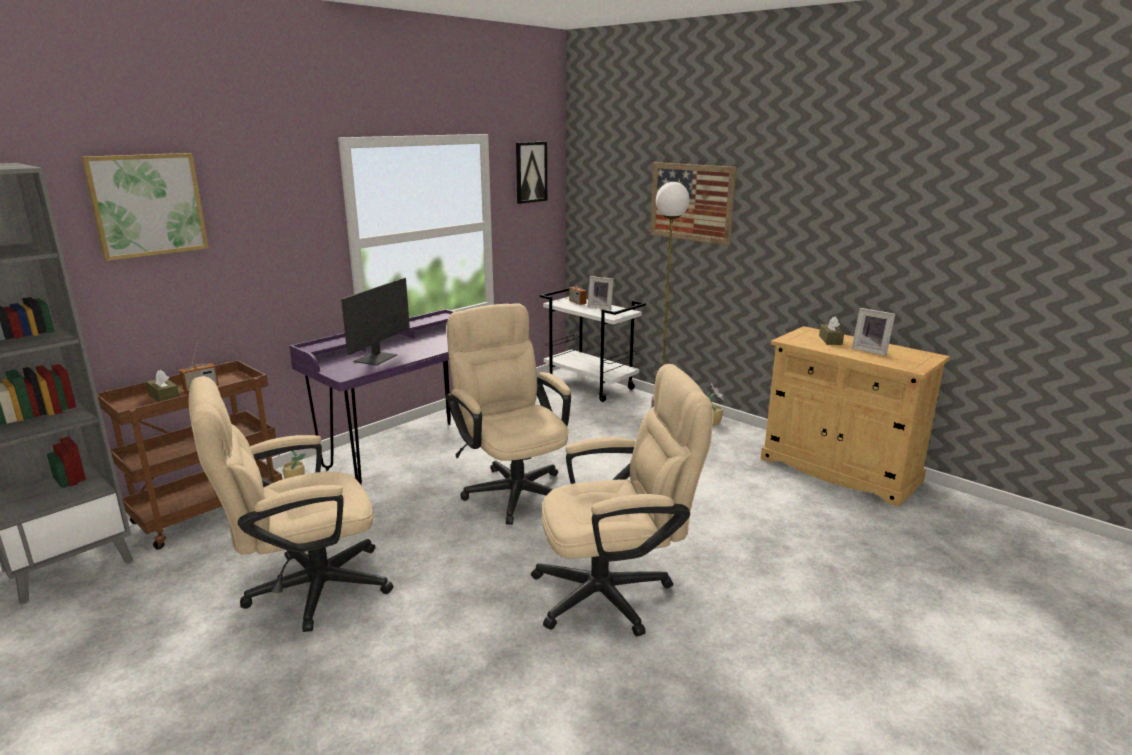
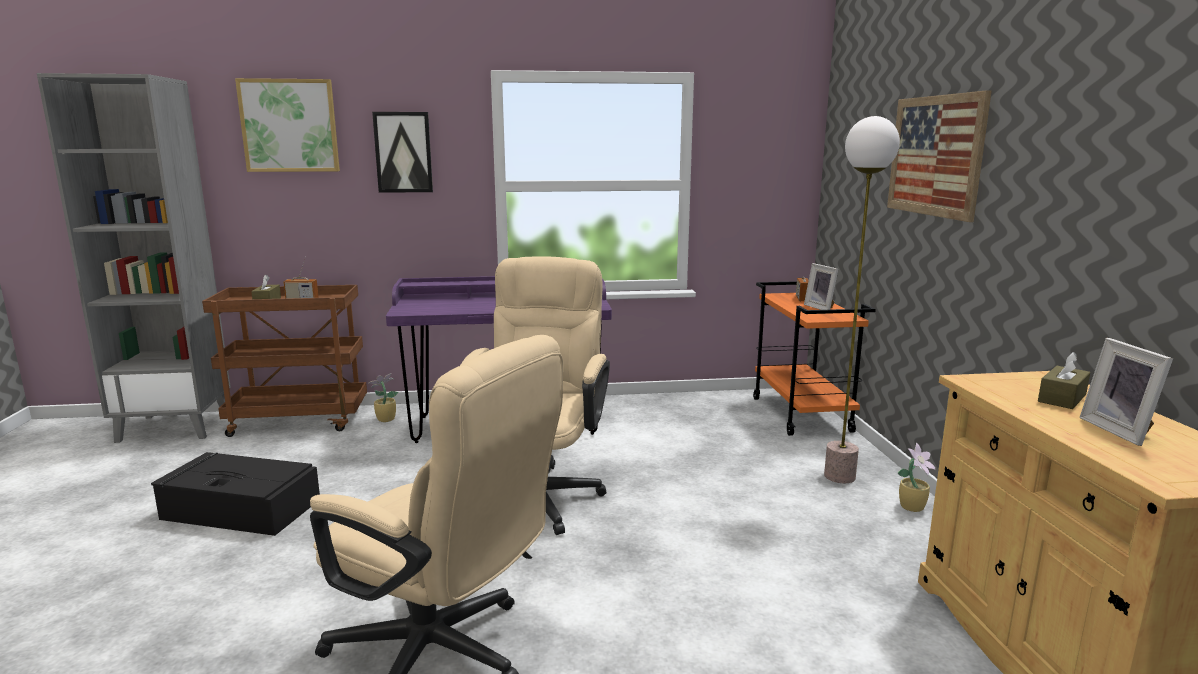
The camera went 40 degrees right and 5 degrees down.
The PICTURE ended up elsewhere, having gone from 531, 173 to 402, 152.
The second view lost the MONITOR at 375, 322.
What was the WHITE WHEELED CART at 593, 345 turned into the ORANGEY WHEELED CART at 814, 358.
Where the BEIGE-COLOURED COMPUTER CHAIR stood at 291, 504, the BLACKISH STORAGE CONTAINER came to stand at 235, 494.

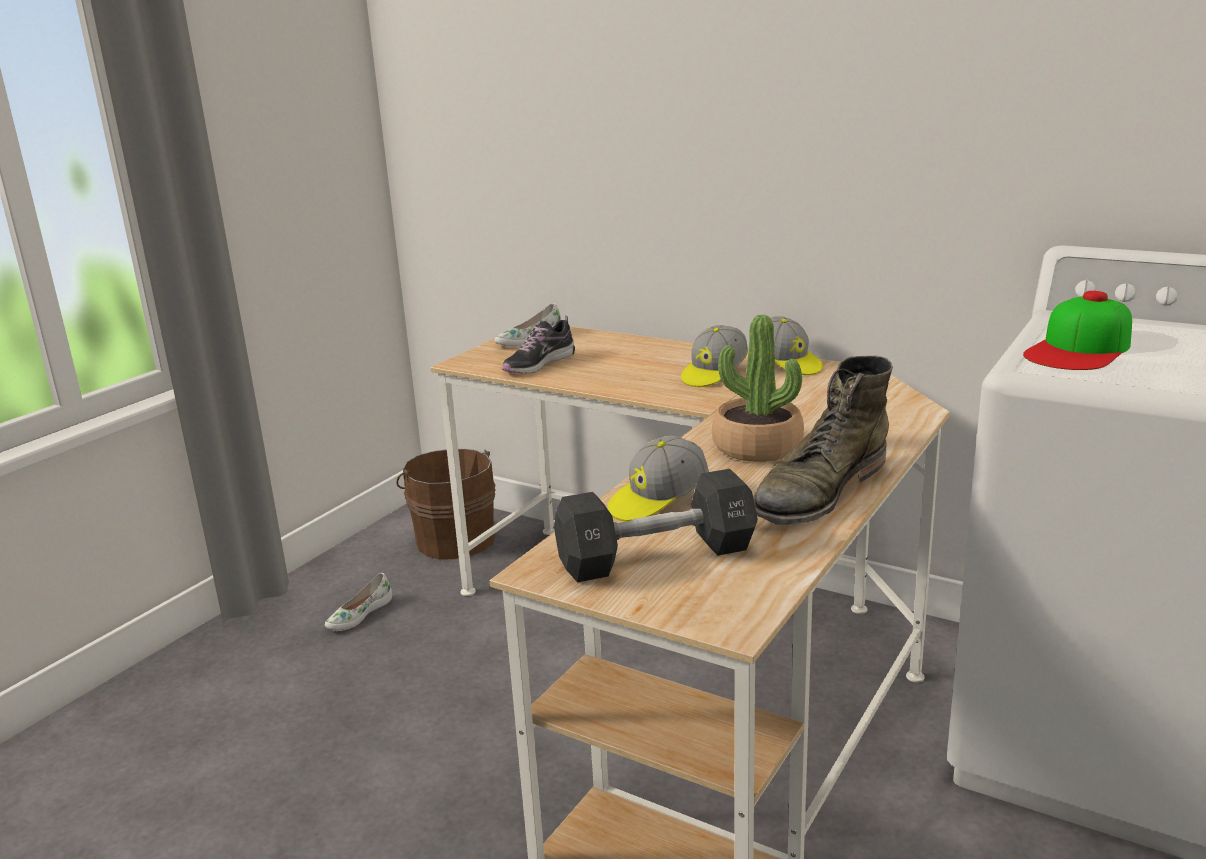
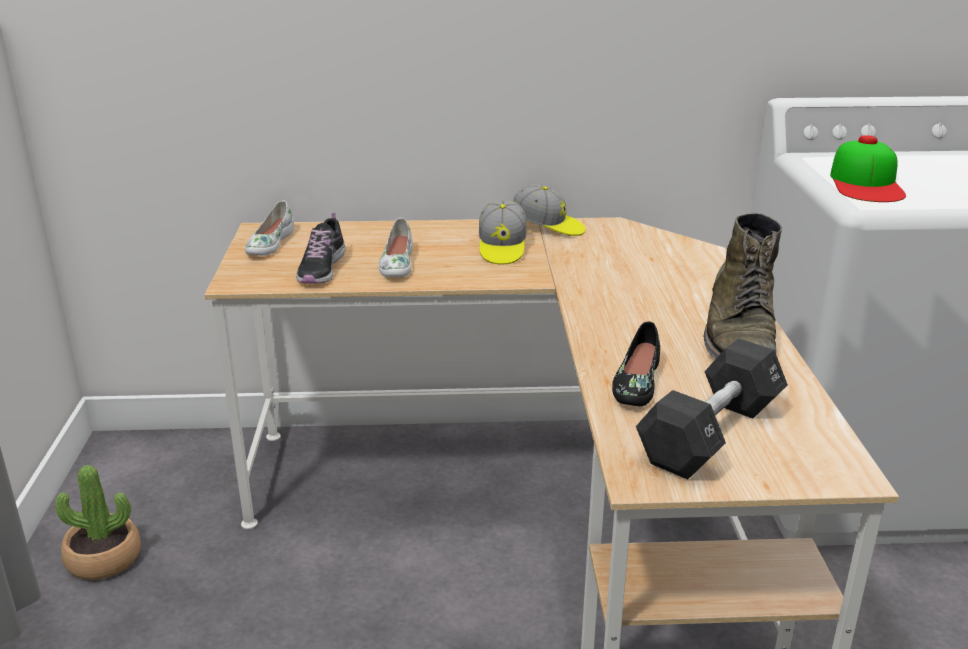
The camera went 35 degrees left and 5 degrees up.
The PLANT IN A POT ended up elsewhere, having gone from 758, 388 to 98, 522.
Where the CAP stood at 658, 479, the BLACKISH LOW SHOE came to stand at 636, 364.
The second view lost the BROWN-COLOURED BUCKET at 446, 504.
The WHITE LOW SHOE ended up elsewhere, having gone from 358, 602 to 396, 247.

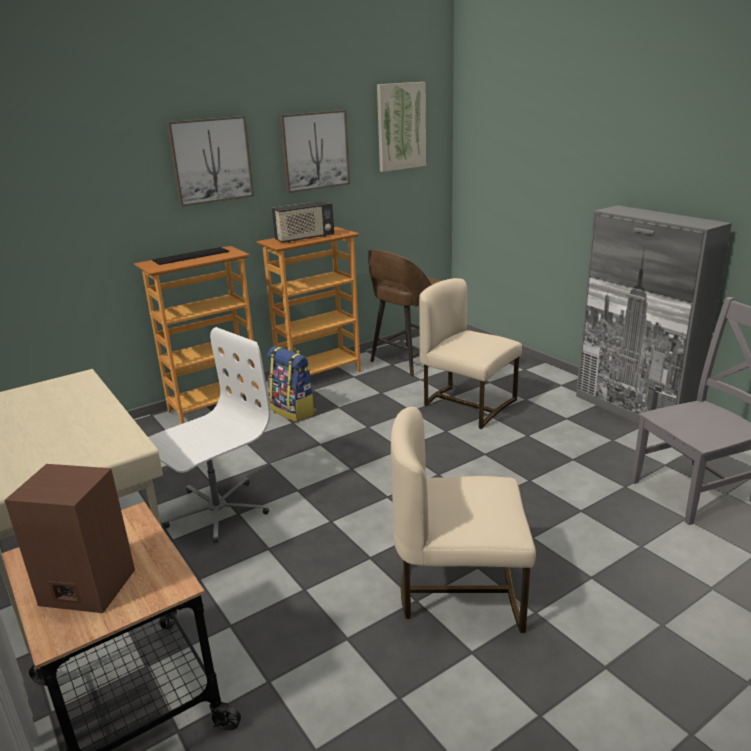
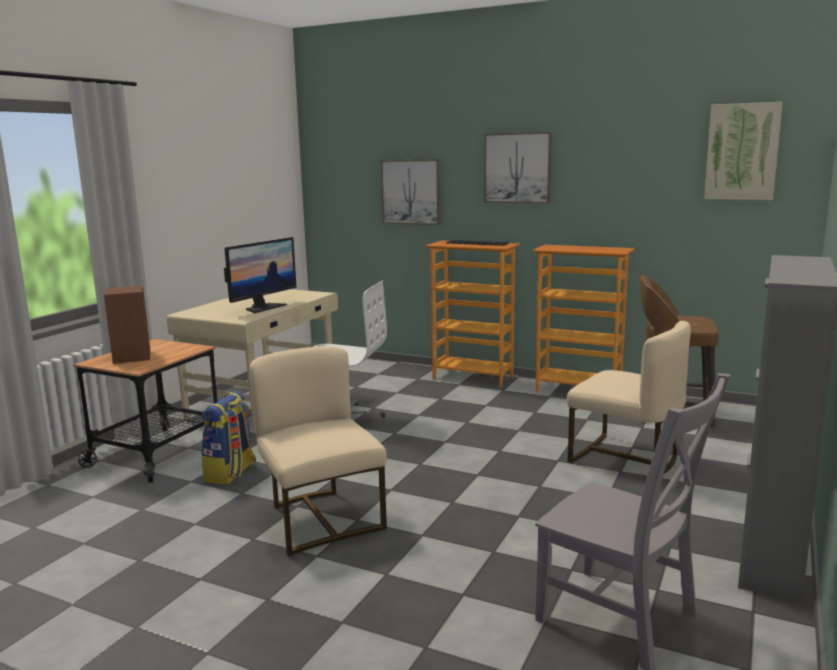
The camera went 60 degrees right and 10 degrees down.
The PICTURE ended up elsewhere, having gone from 314, 151 to 411, 192.
The second view lost the RADIO SET at 303, 222.
The BEIGE-COLOURED UPRIGHT CHAIR at 470, 353 ended up facing another way, 120 degrees clockwise from before.
The RUCKSACK ended up elsewhere, having gone from 292, 384 to 229, 438.
The second view gained the MONITOR at 260, 275.

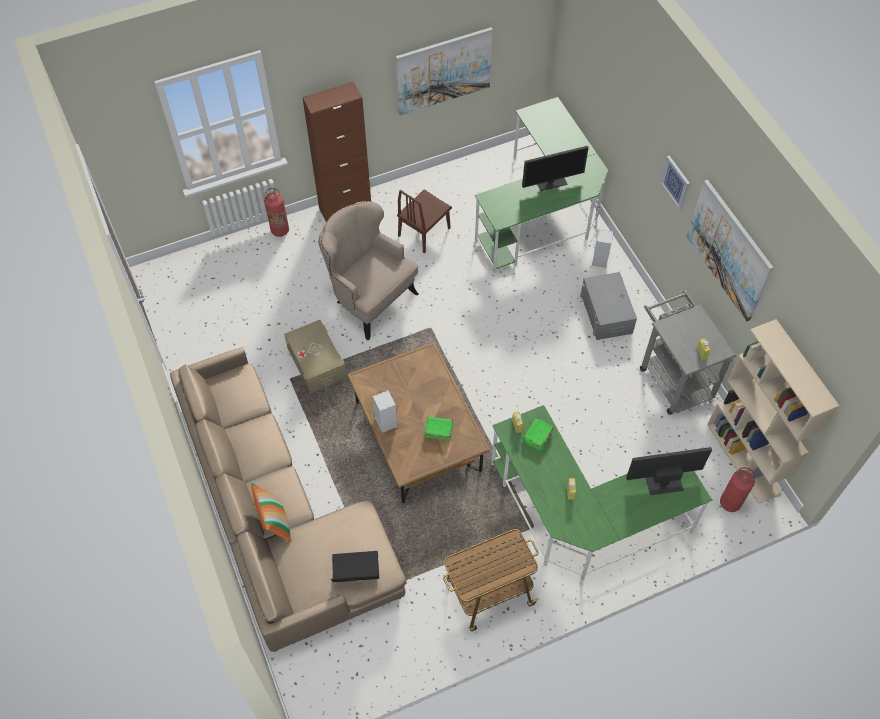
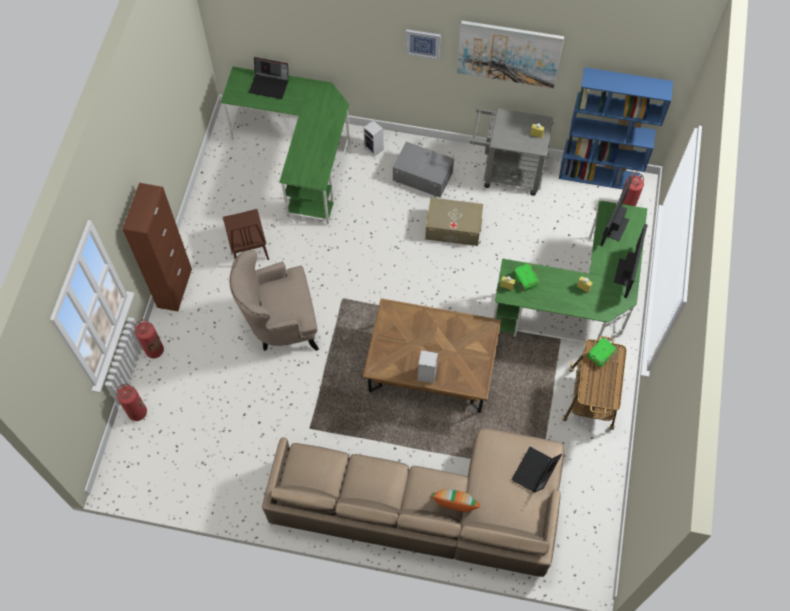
The camera went 55 degrees left and 5 degrees up.
The second view lost the PICTURE at 444, 71.
The MONITOR ended up elsewhere, having gone from 555, 168 to 631, 261.
What was the BEIGE-COLOURED SHELVING UNIT at 773, 411 turned into the BLUISH SHELVING UNIT at 616, 128.
The BEIGE-COLOURED STORAGE CONTAINER ended up elsewhere, having gone from 315, 356 to 454, 221.
The GREEN VOLUME ended up elsewhere, having gone from 438, 428 to 602, 352.
The second view gained the PORTABLE COMPUTER at 268, 78.
The second view gained the FIRE-FIGHTING CYLINDER at 132, 402.

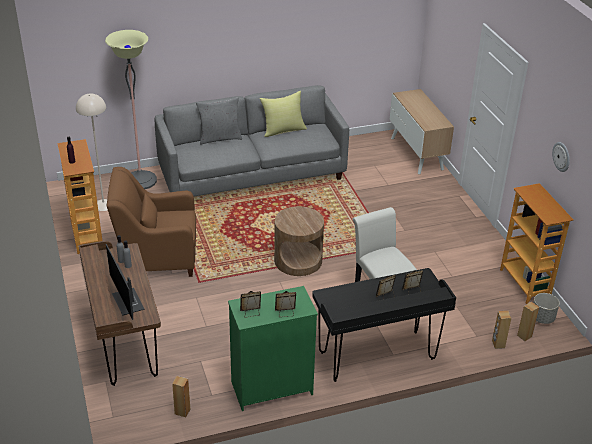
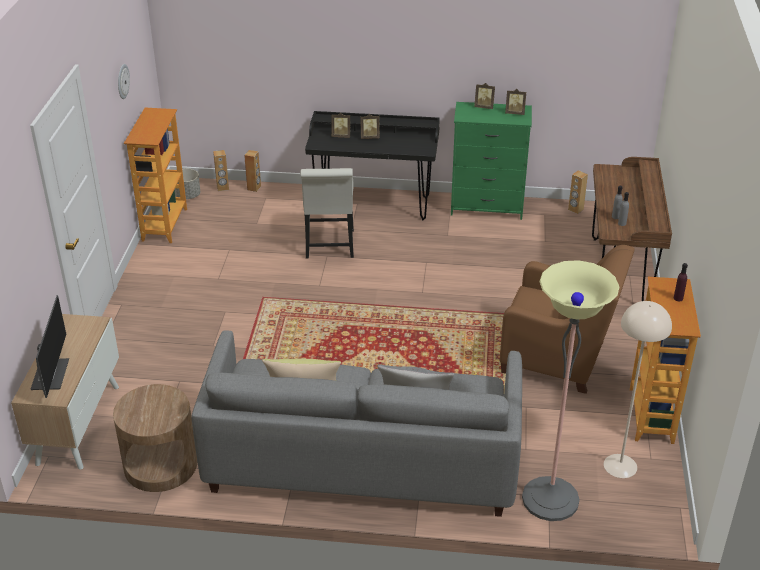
The camera went 155 degrees left and 0 degrees up.
The BROWN-COLOURED ACCENT TABLE ended up elsewhere, having gone from 299, 241 to 155, 438.
The MONITOR ended up elsewhere, having gone from 125, 282 to 49, 346.

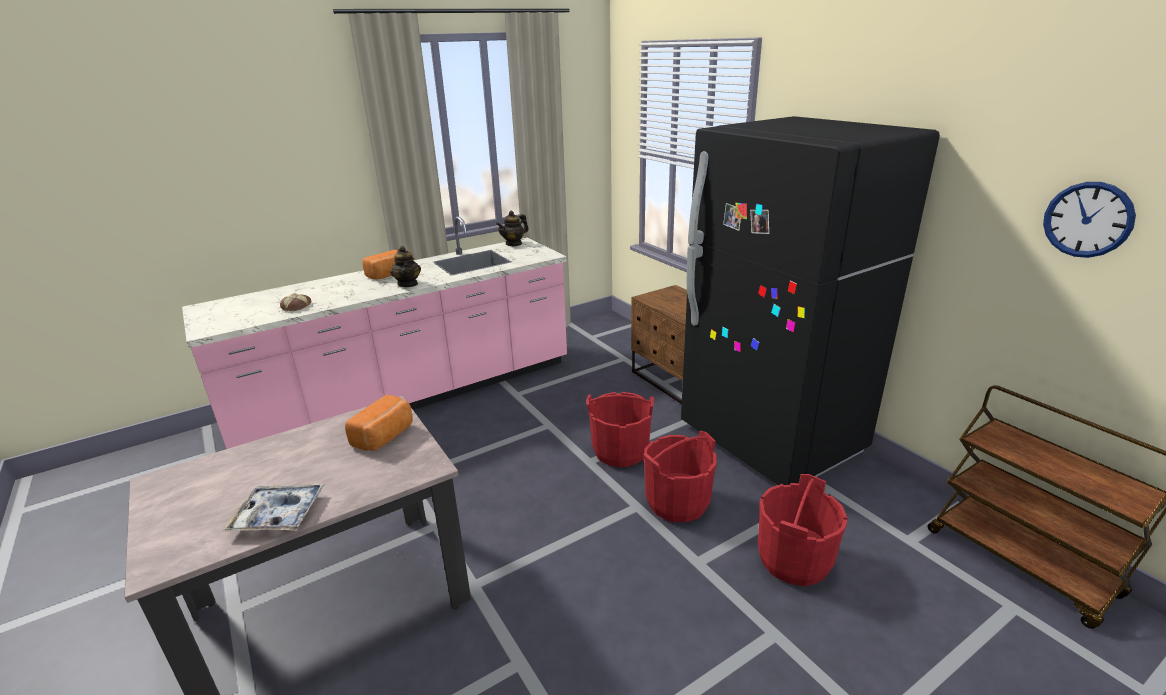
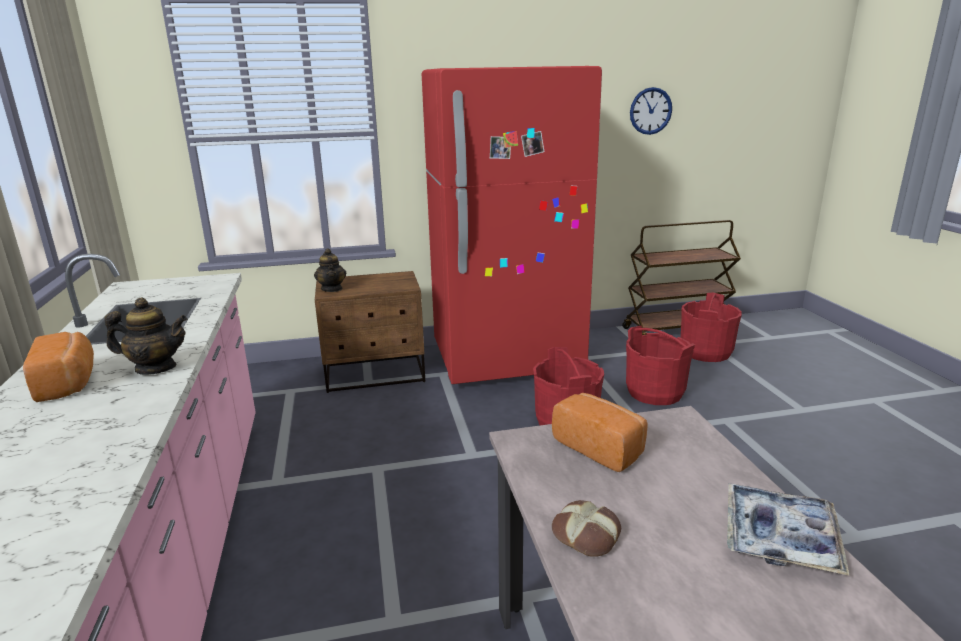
The camera went 70 degrees left and 5 degrees down.
What was the BLACKISH REFRIGERATOR at 810, 300 turned into the RED REFRIGERATOR at 512, 225.
The TEA POT ended up elsewhere, having gone from 512, 228 to 330, 270.
The BREAD ended up elsewhere, having gone from 295, 302 to 586, 528.
The RED BUCKET ended up elsewhere, having gone from 620, 429 to 711, 327.

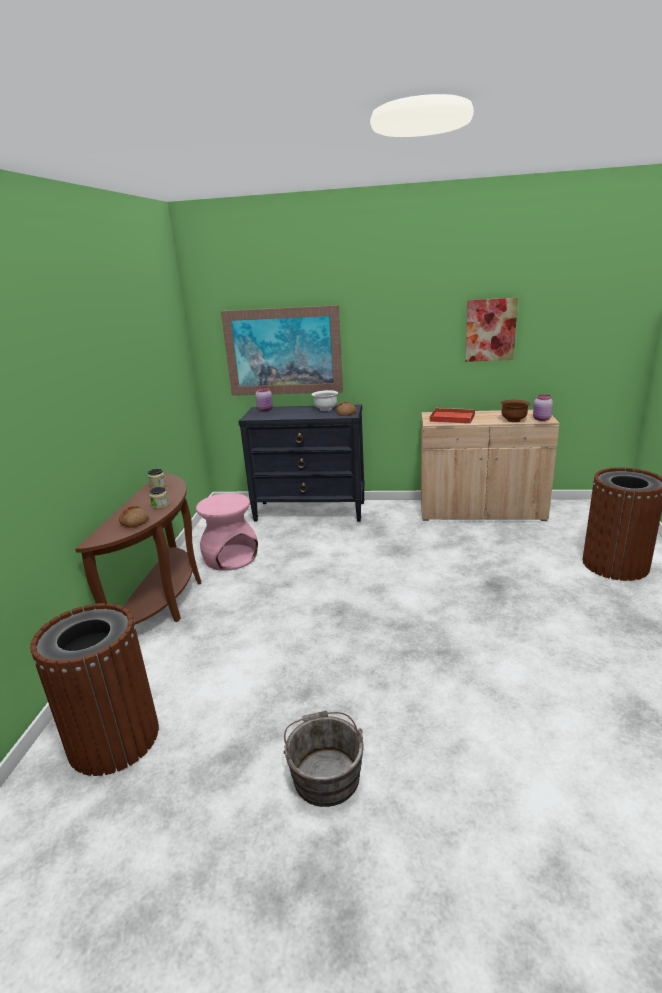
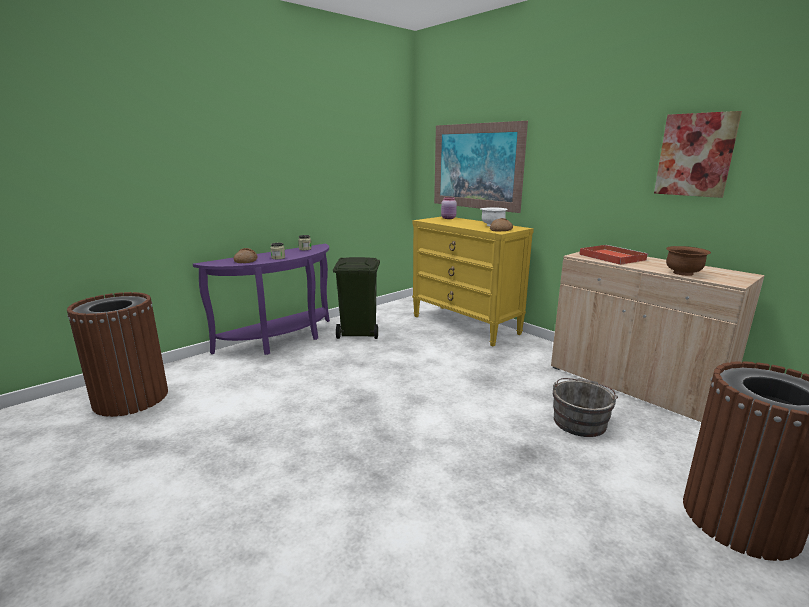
The camera went 40 degrees right and 5 degrees down.
The second view lost the PINK-COLOURED JAR at 543, 407.
What was the BLACKISH CHEST OF DRAWERS at 301, 463 turned into the YELLOW-COLOURED CHEST OF DRAWERS at 473, 281.
What was the BROWN-COLOURED CONSOLE TABLE at 138, 548 turned into the PURPLE-COLOURED CONSOLE TABLE at 261, 299.
Where the PINK-COLOURED STOOL stood at 227, 532, the GREEN RUBBISH BIN came to stand at 356, 298.
The GREYISH BUCKET ended up elsewhere, having gone from 324, 759 to 585, 407.

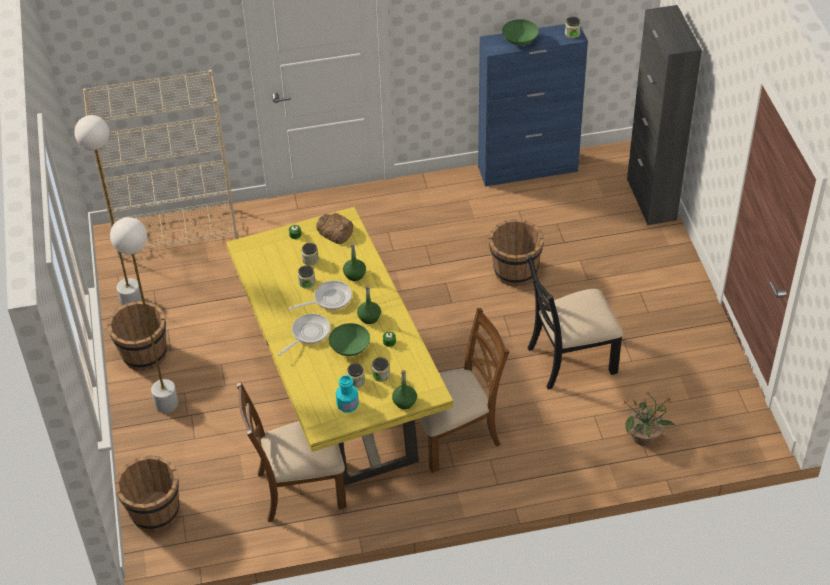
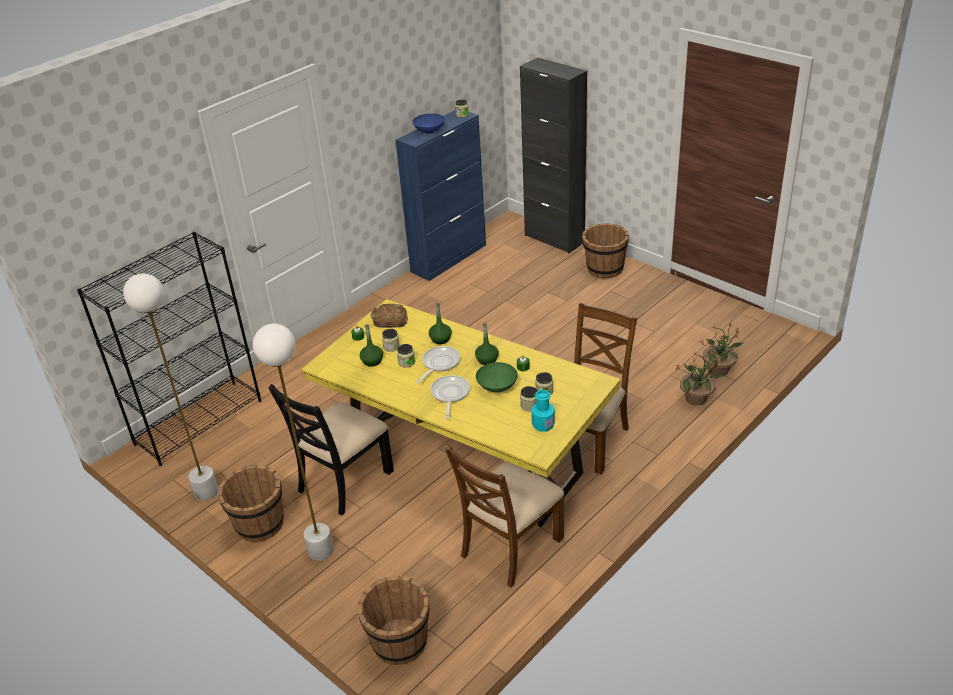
The camera went 35 degrees left and 10 degrees down.
What was the GREEN SERVING BOWL at 520, 32 turned into the BLUISH SERVING BOWL at 428, 123.
What was the BEIGE-COLOURED SHELVING UNIT at 160, 164 turned into the BLACKISH SHELVING UNIT at 169, 349.
The BROWN-COLOURED BUCKET ended up elsewhere, having gone from 516, 253 to 605, 250.
The BLACKISH UPRIGHT CHAIR ended up elsewhere, having gone from 574, 322 to 331, 450.
The GREEN BOTTLE ended up elsewhere, having gone from 404, 389 to 371, 345.
The second view gained the PLANT IN A POT at 700, 379.

